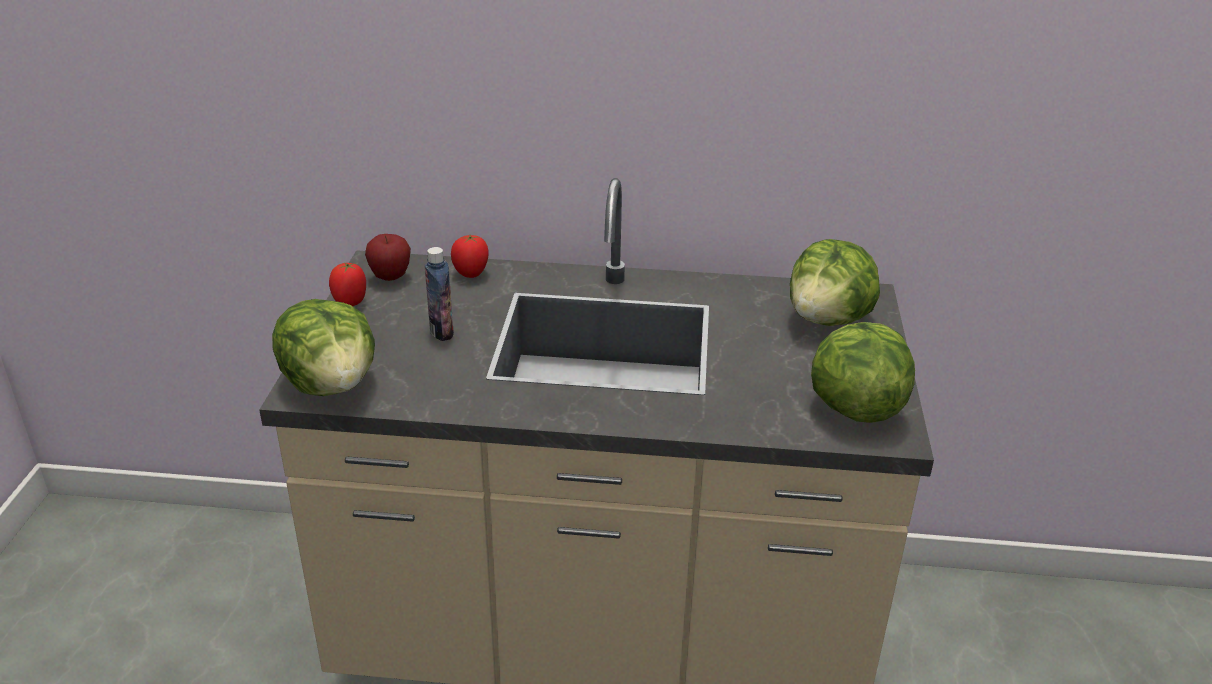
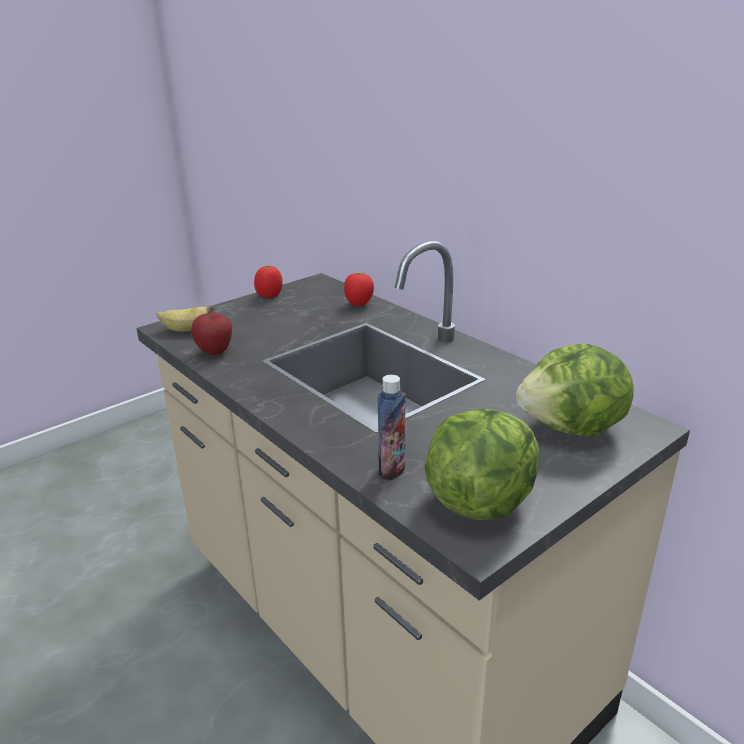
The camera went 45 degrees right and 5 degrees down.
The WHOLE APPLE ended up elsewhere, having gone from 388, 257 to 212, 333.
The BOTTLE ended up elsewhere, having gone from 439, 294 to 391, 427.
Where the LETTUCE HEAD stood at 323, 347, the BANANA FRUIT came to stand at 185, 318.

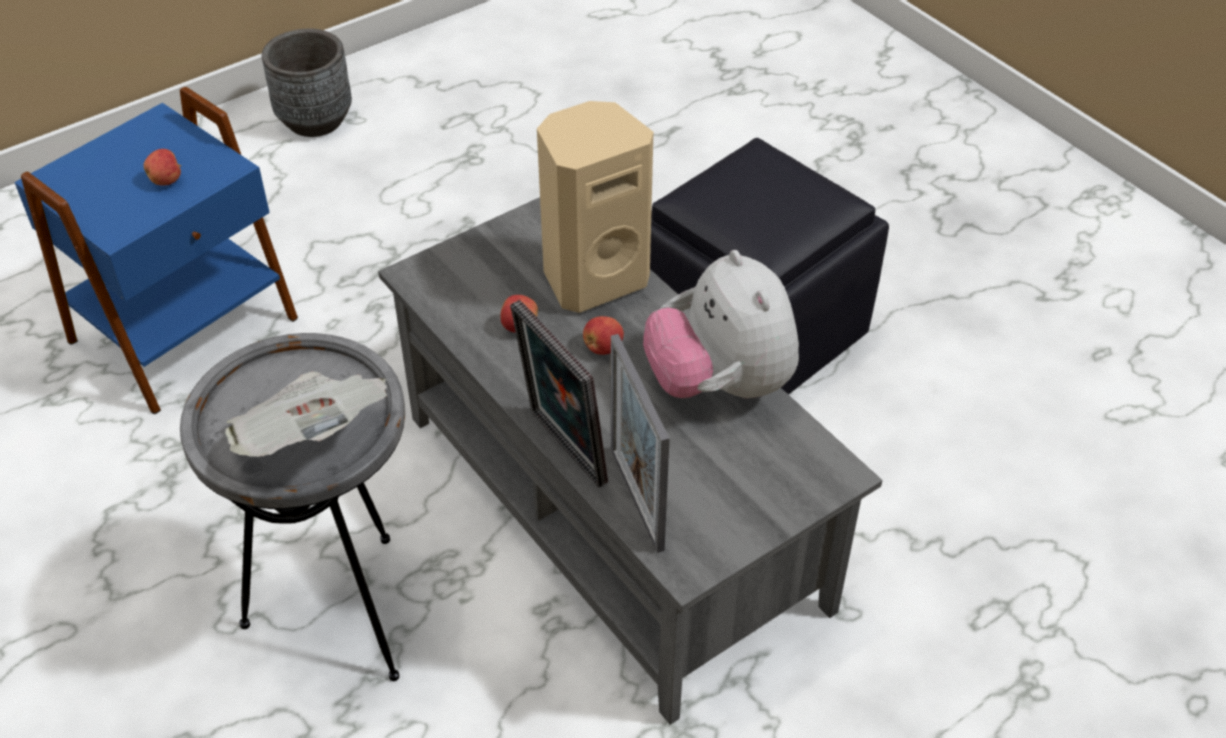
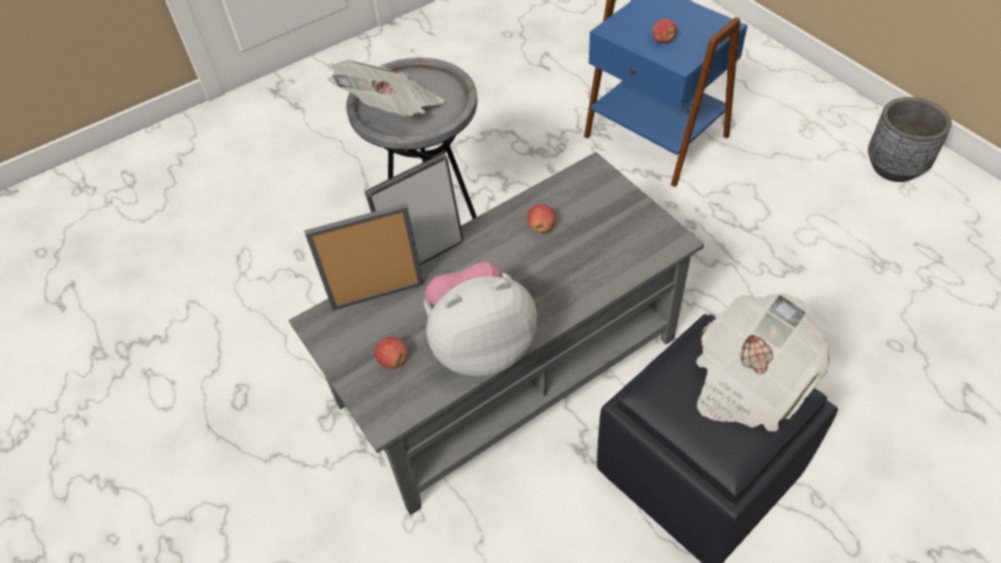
The camera went 95 degrees right and 5 degrees up.
The second view lost the BEIGE-COLOURED LOUDSPEAKER at 595, 207.
The WHOLE APPLE ended up elsewhere, having gone from 603, 335 to 391, 353.
The second view gained the PRINTED PAPER at 763, 362.

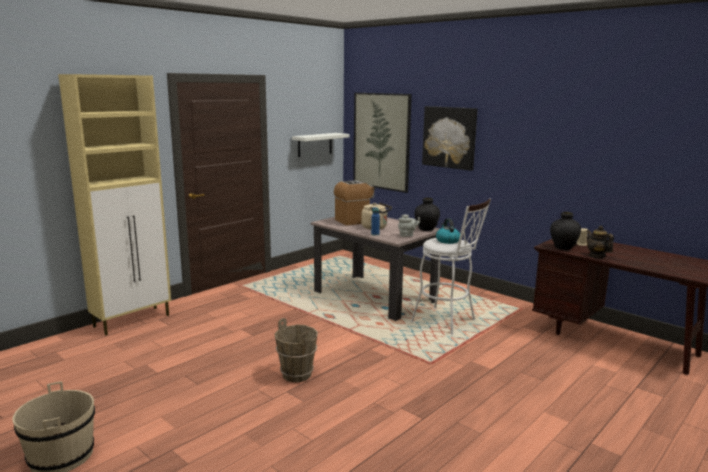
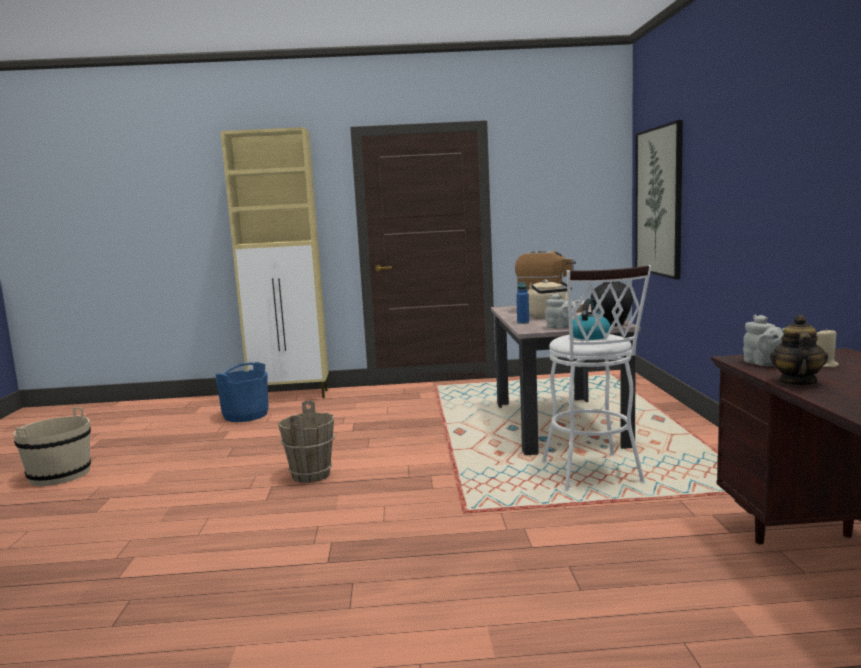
The camera went 45 degrees right and 5 degrees down.
The second view lost the PICTURE at 450, 138.
The second view lost the WHITE SHELF at 320, 145.
Where the BLACKISH FLOWER VASE stood at 565, 231, the GREYISH TEA POT came to stand at 764, 340.
The second view gained the BLUISH BUCKET at 242, 392.

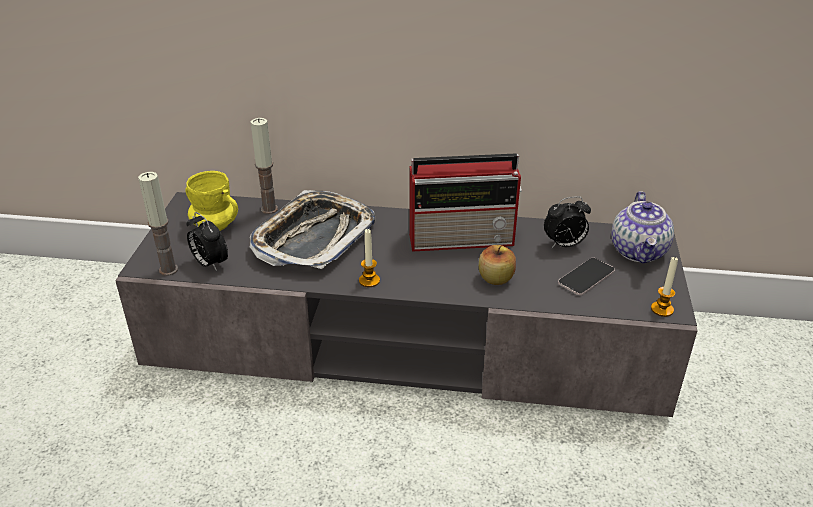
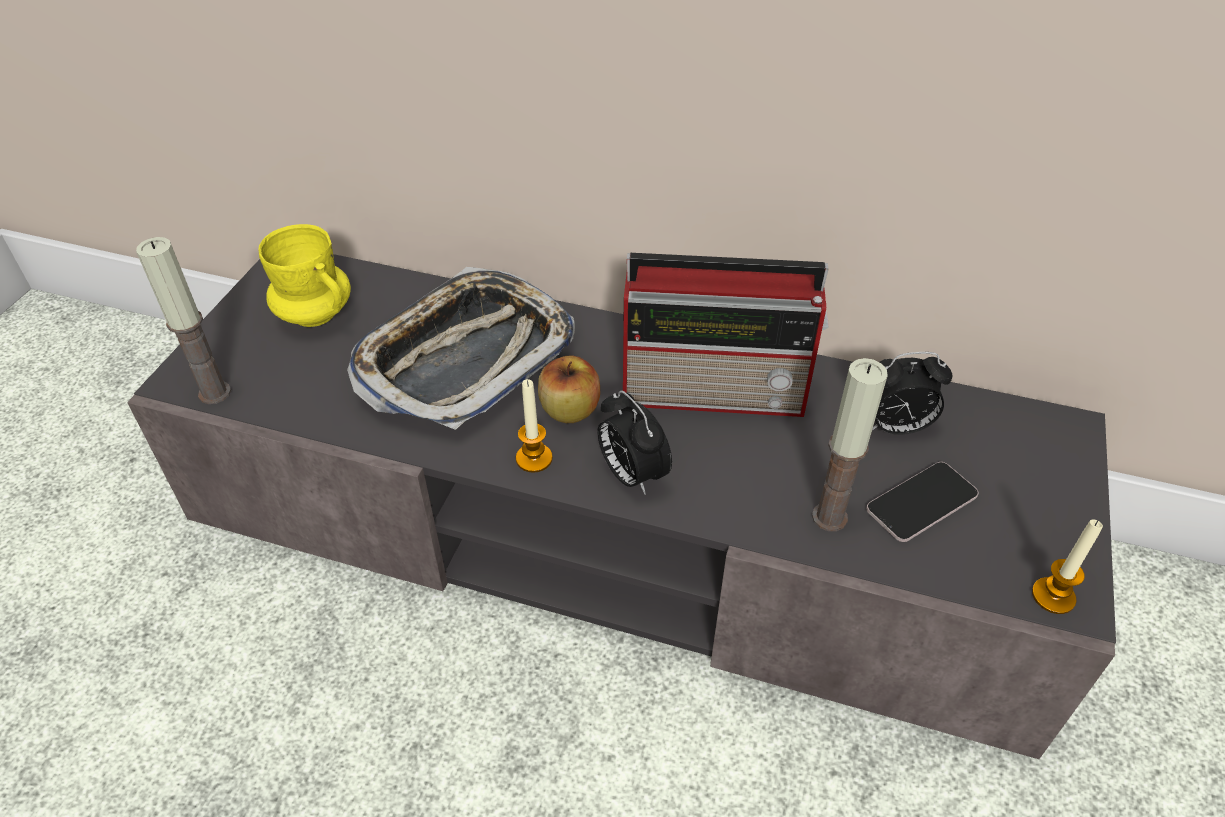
The camera went 10 degrees right and 10 degrees up.
The CANDLE ended up elsewhere, having gone from 264, 166 to 850, 444.
The second view lost the TEA POT at 642, 227.
The BEDSIDE CLOCK ended up elsewhere, having gone from 207, 241 to 634, 442.
The WHOLE APPLE ended up elsewhere, having gone from 497, 265 to 569, 389.

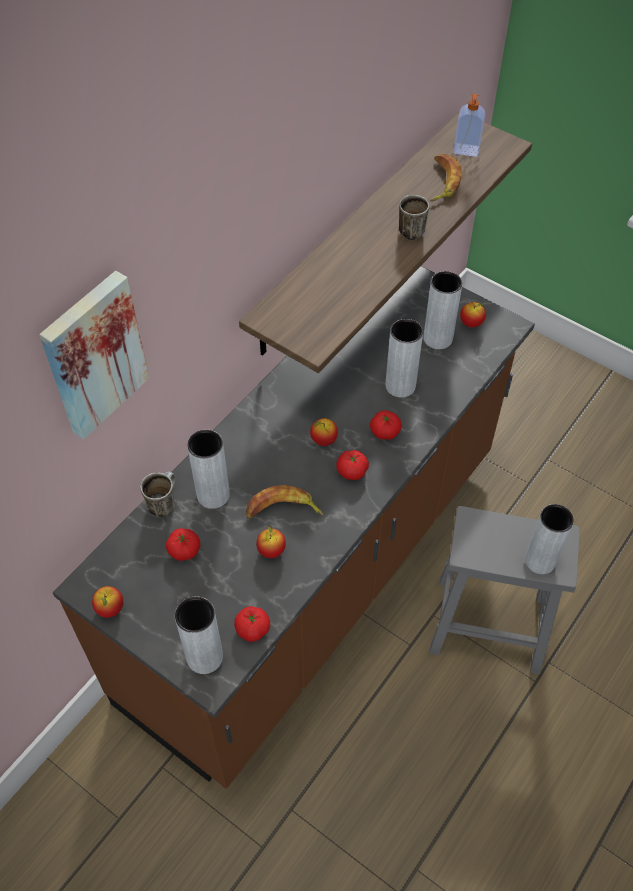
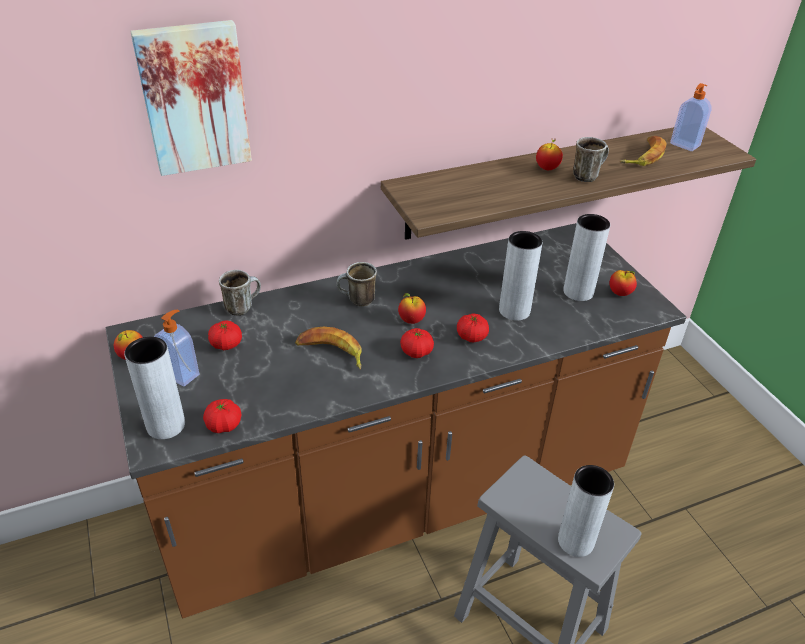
The camera went 30 degrees right and 15 degrees down.
The second view lost the GREYISH FLOWER VASE at 208, 469.
The WHOLE APPLE ended up elsewhere, having gone from 271, 542 to 549, 154.
The second view gained the COFFEE MUG at 357, 284.
The second view gained the SOAP BOTTLE at 176, 348.

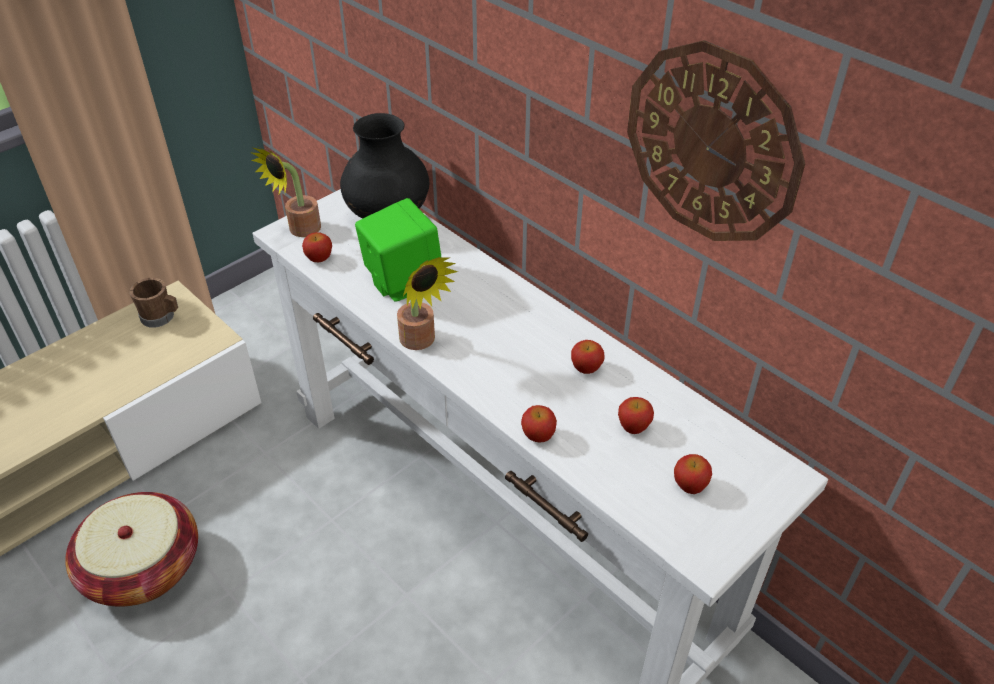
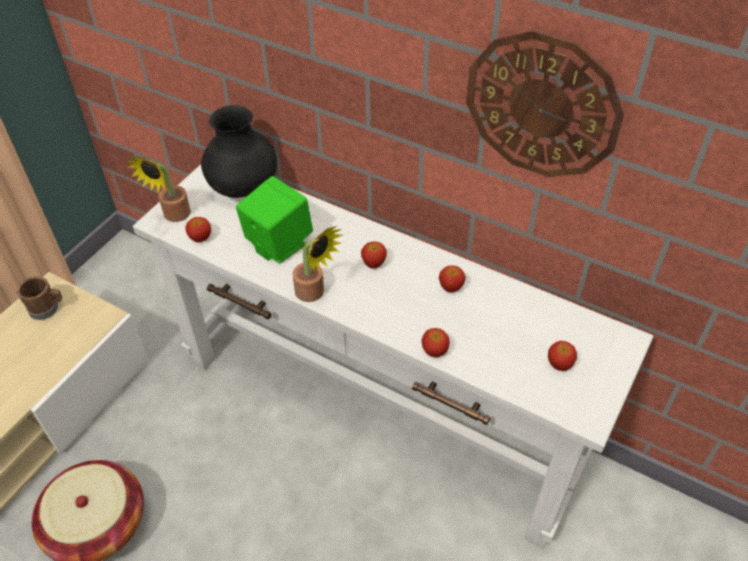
The camera went 15 degrees left and 5 degrees up.
The WHOLE APPLE ended up elsewhere, having gone from 636, 415 to 374, 255.

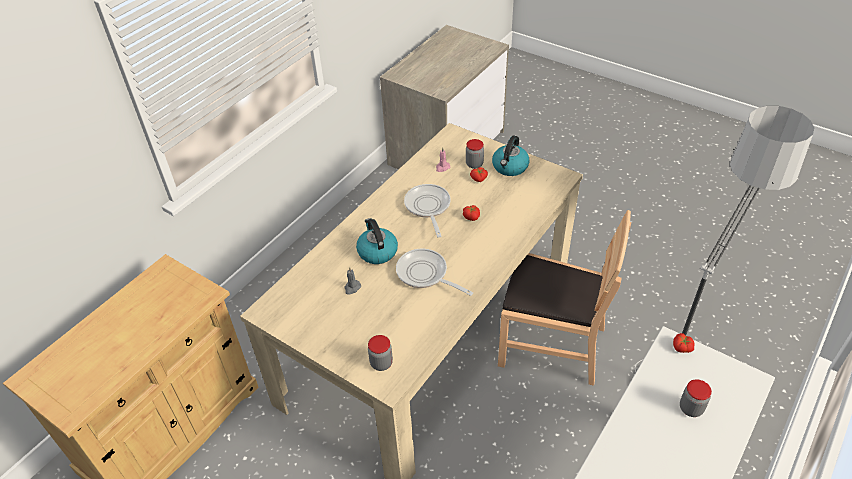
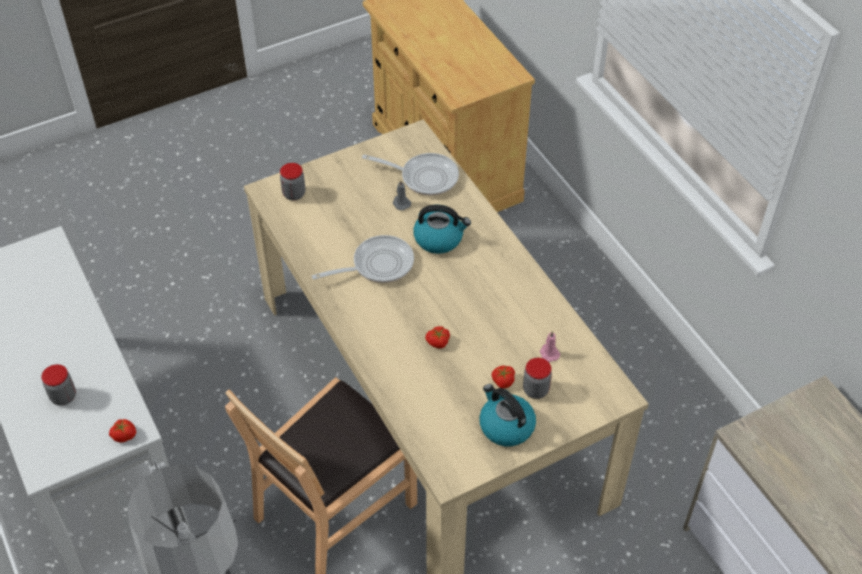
The camera went 115 degrees right and 5 degrees up.
The FRYING PAN ended up elsewhere, having gone from 427, 211 to 410, 174.

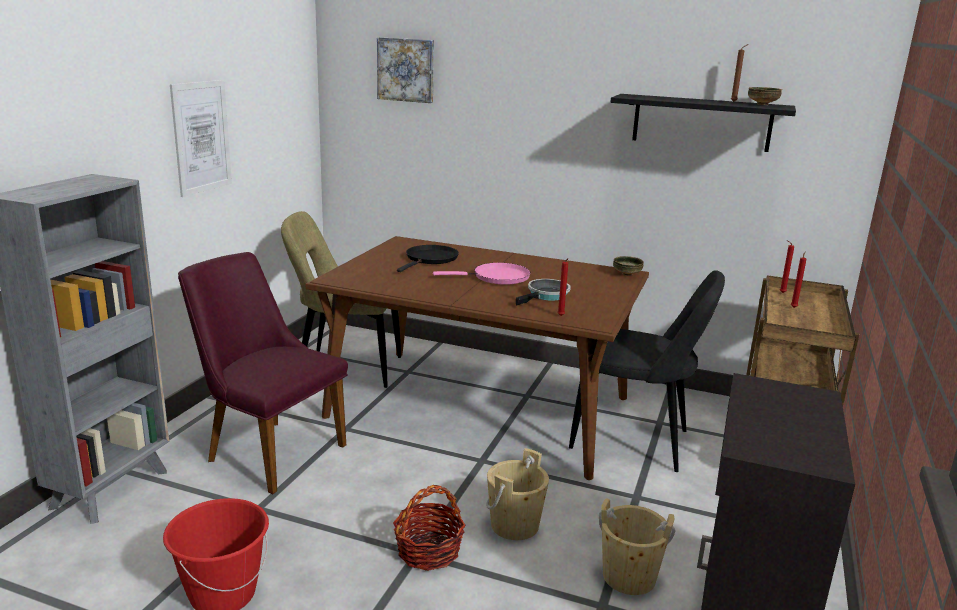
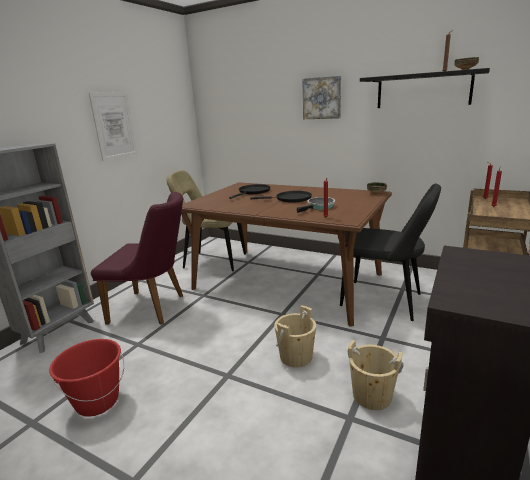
The camera went 10 degrees right and 0 degrees up.
The PICTURE ended up elsewhere, having gone from 405, 70 to 321, 97.
The PURPLE-COLOURED UPRIGHT CHAIR at 263, 373 ended up facing another way, 150 degrees clockwise from before.
What was the PINK-COLOURED FRYING PAN at 482, 274 turned into the BLACKISH FRYING PAN at 281, 197.
The second view lost the HOUSEHOLD BASKET at 429, 528.

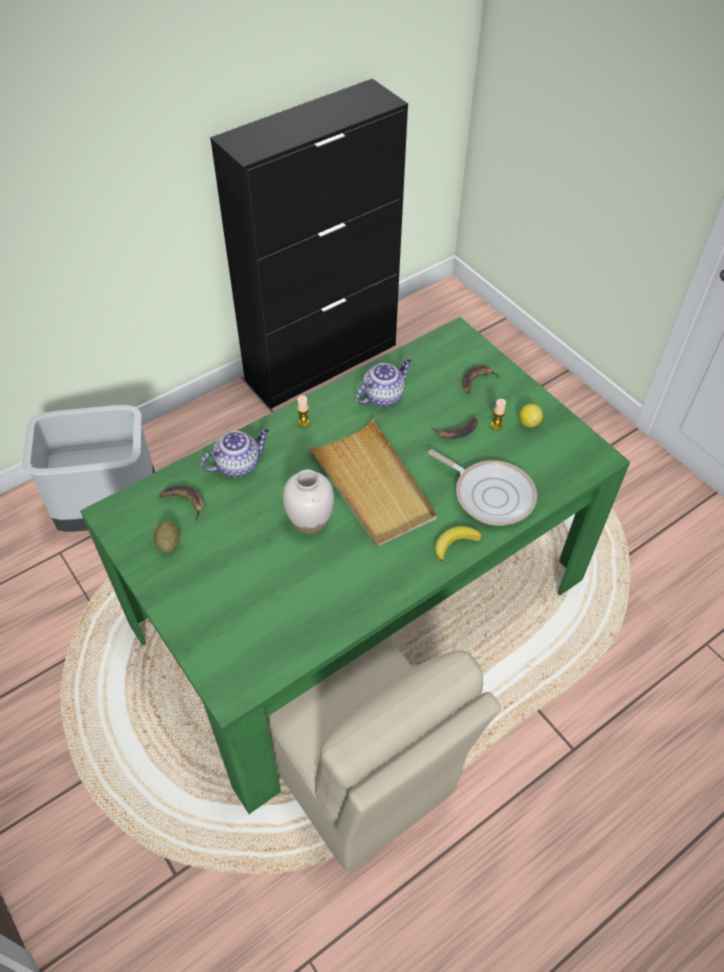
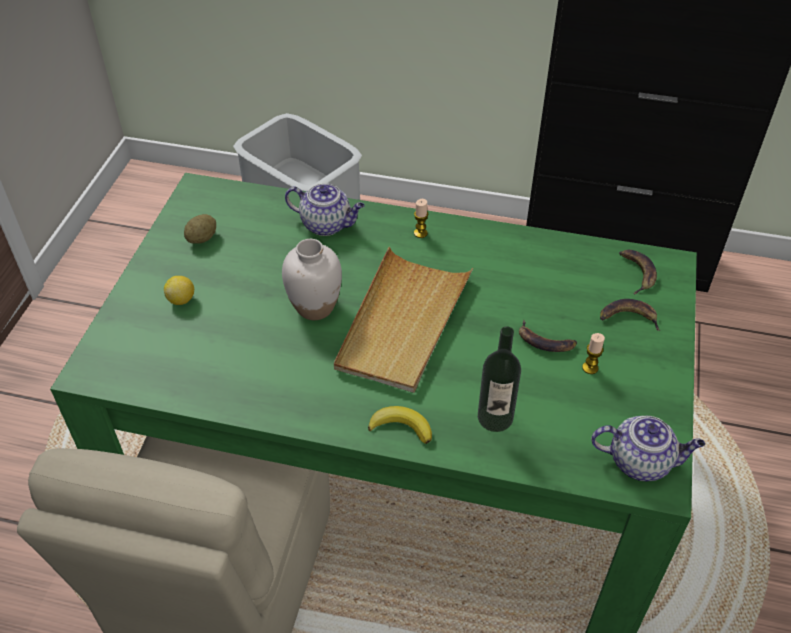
The camera went 50 degrees right and 5 degrees down.
The TEA POT ended up elsewhere, having gone from 384, 383 to 648, 448.
The WHOLE LEMON ended up elsewhere, having gone from 531, 415 to 179, 290.
Where the FRYING PAN stood at 482, 487, the BOTTLE came to stand at 499, 379.
The BANANA FRUIT ended up elsewhere, having gone from 181, 503 to 638, 272.

